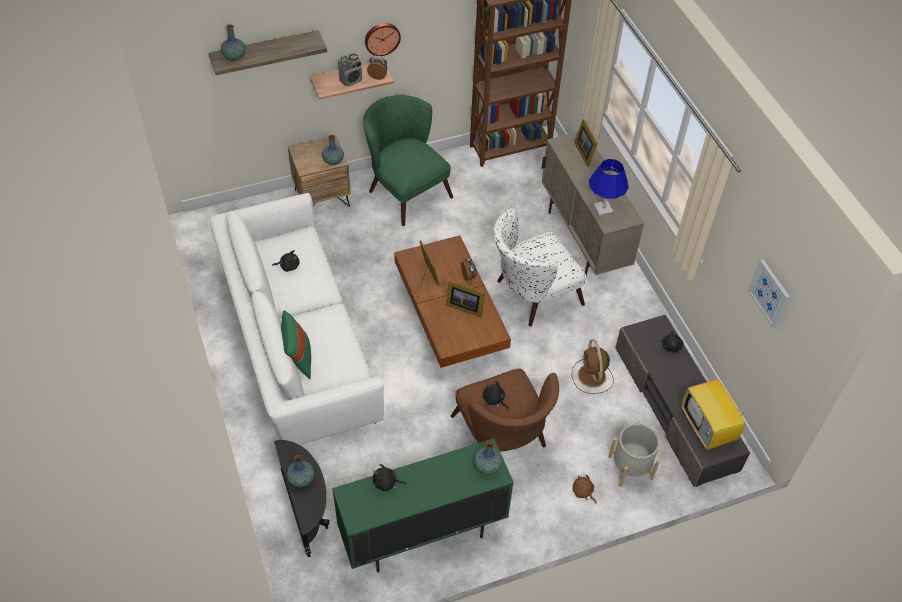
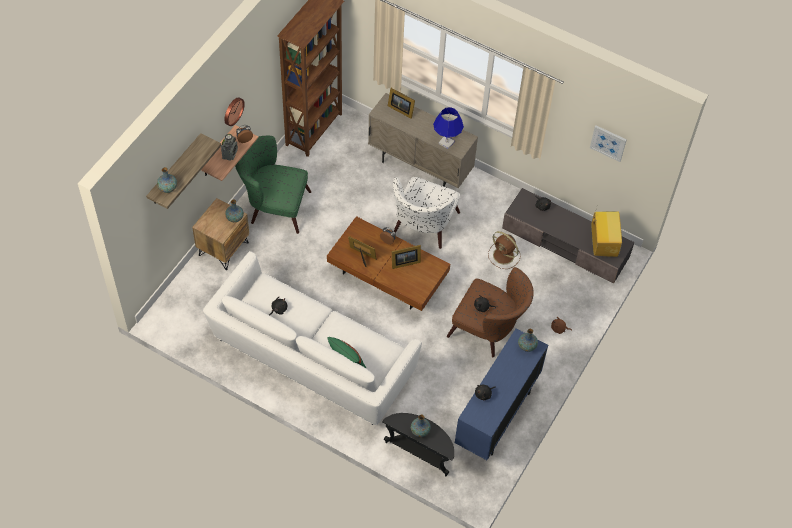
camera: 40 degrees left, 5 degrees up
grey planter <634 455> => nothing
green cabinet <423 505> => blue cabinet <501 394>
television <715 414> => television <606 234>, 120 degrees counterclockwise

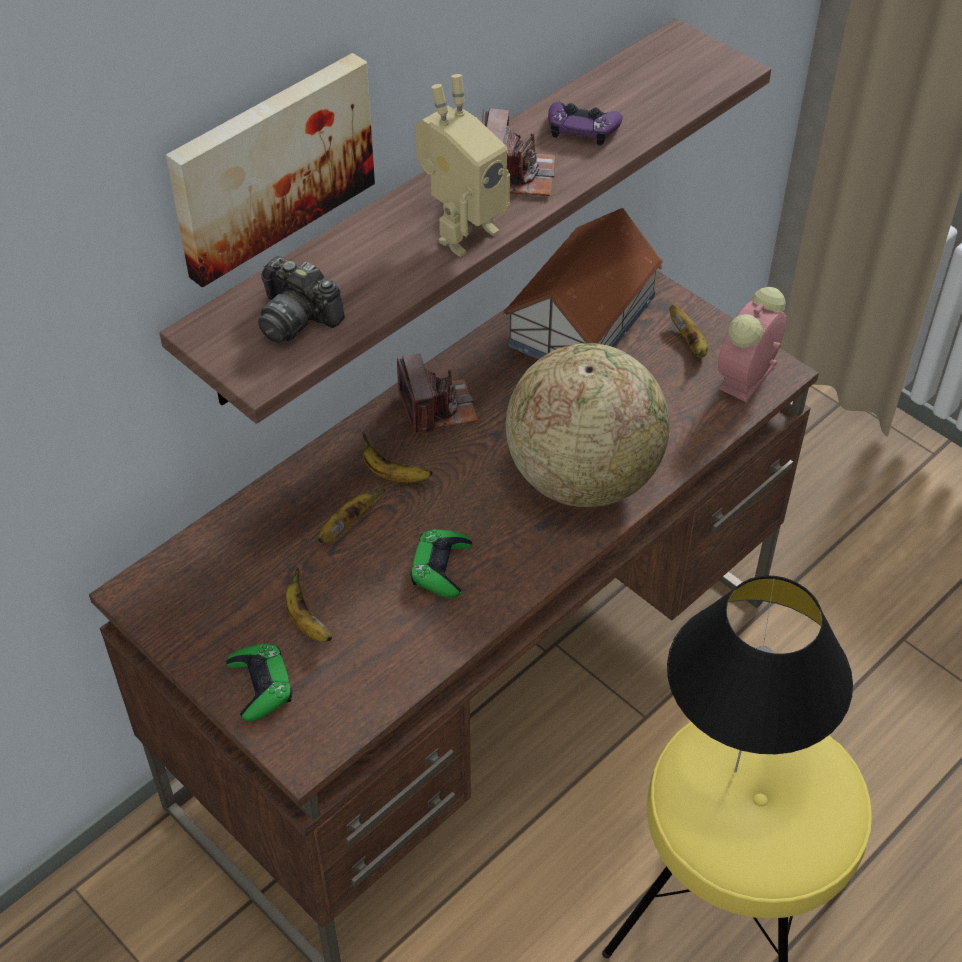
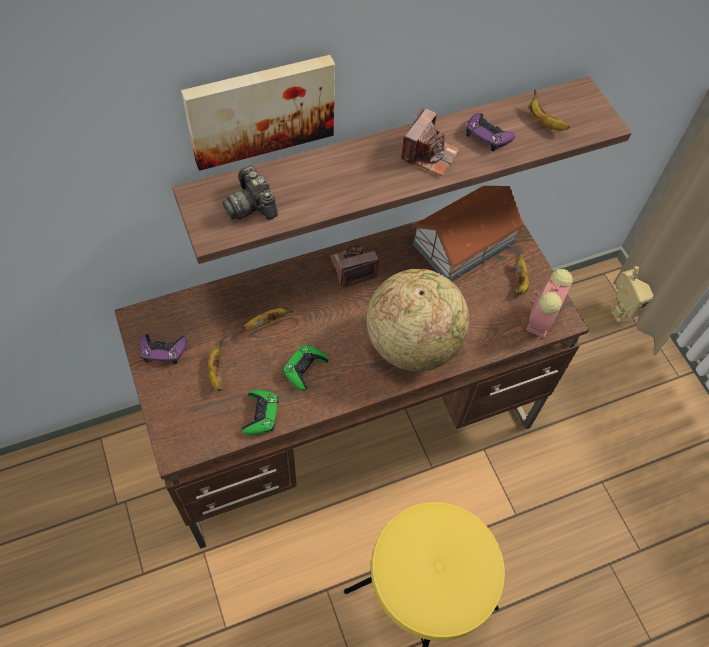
camera: 20 degrees right, 10 degrees up
black table lamp <760 674> => nothing
nothing => purple game controller <163 349>
green game controller <259 682> => green game controller <260 412>, relocated
banana <397 458> => banana <549 109>, relocated
toy robot <462 165> => toy robot <632 294>, relocated
photo camera <437 394> => photo camera <354 267>, 120 degrees counterclockwise
alarm clock <752 344> => alarm clock <549 303>, 150 degrees clockwise

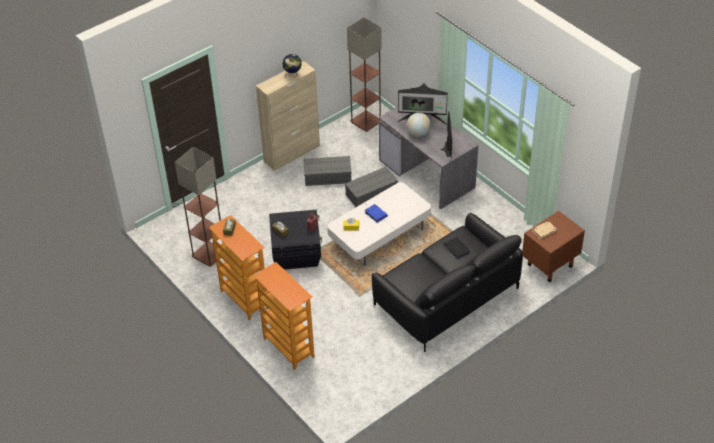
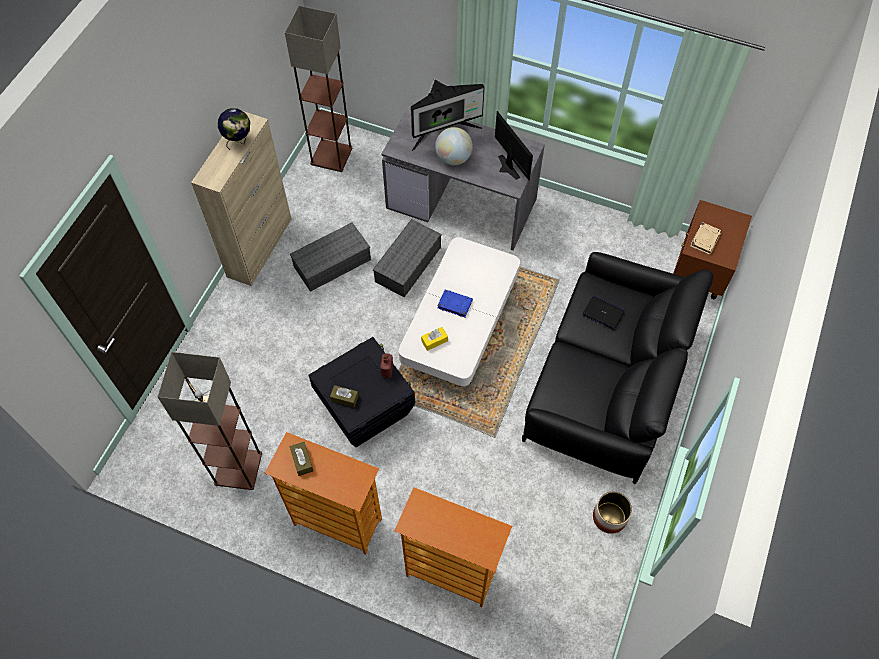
camera: 30 degrees left, 15 degrees up
nothing => planter <612 512>

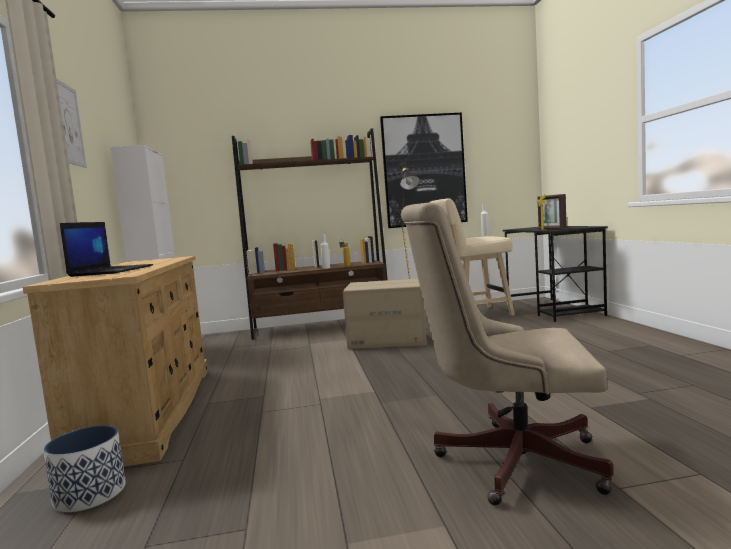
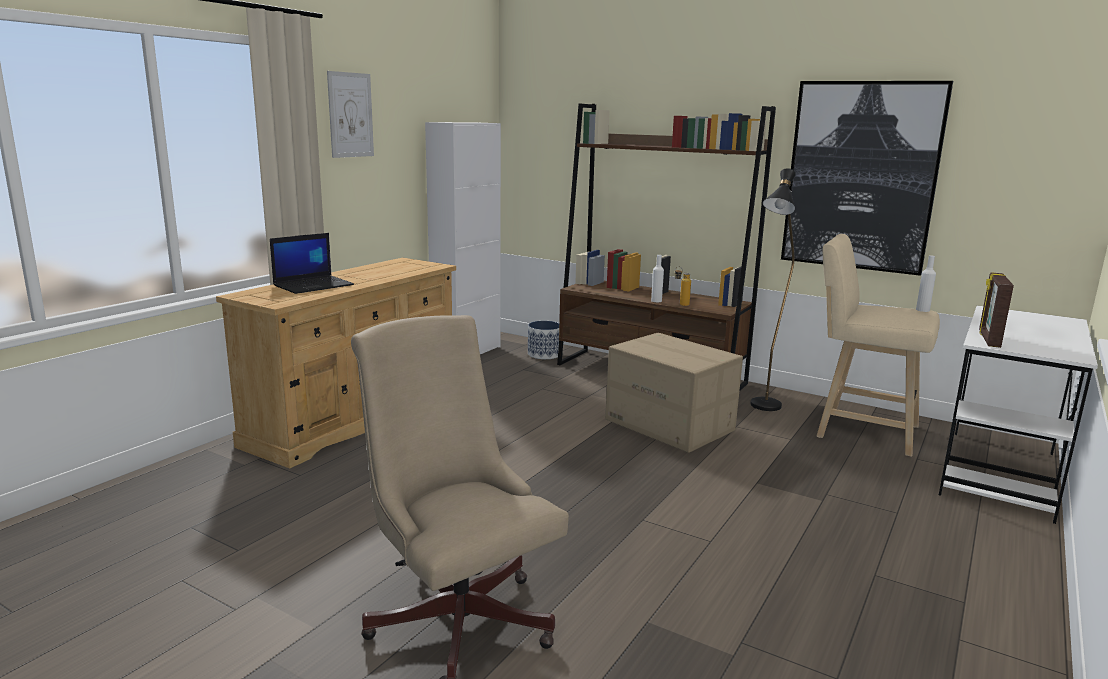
camera: 40 degrees right, 10 degrees up
planter <84 468> => planter <543 340>, relocated
black desk <555 274> => white desk <1018 415>

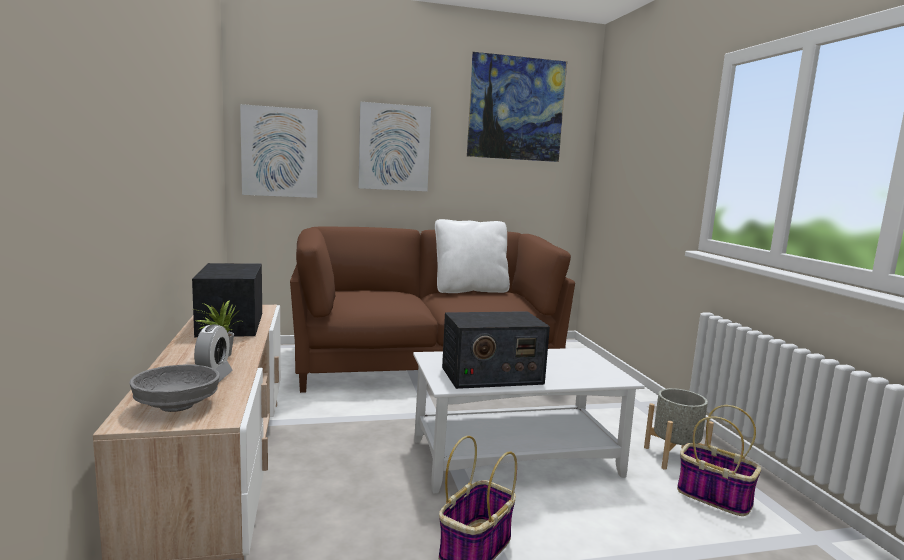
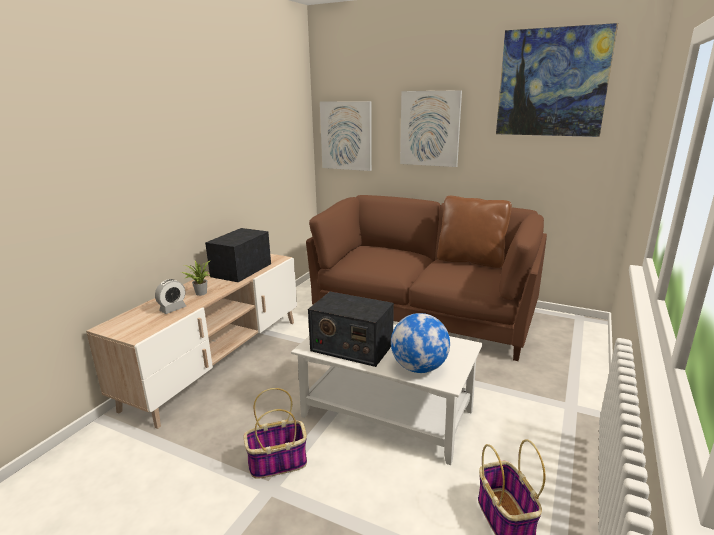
camera: 40 degrees right, 10 degrees up
grey bowl <174 388> => nothing
grey planter <679 429> => nothing
nothing => globe <420 343>
white pillow <472 256> => brown pillow <474 232>

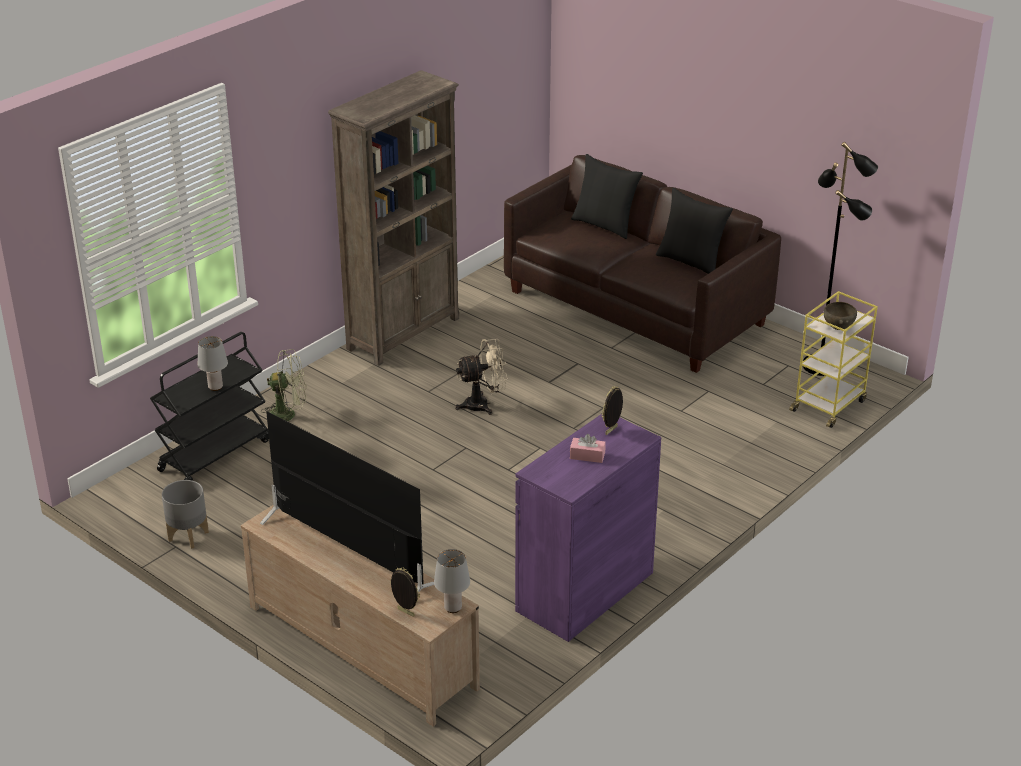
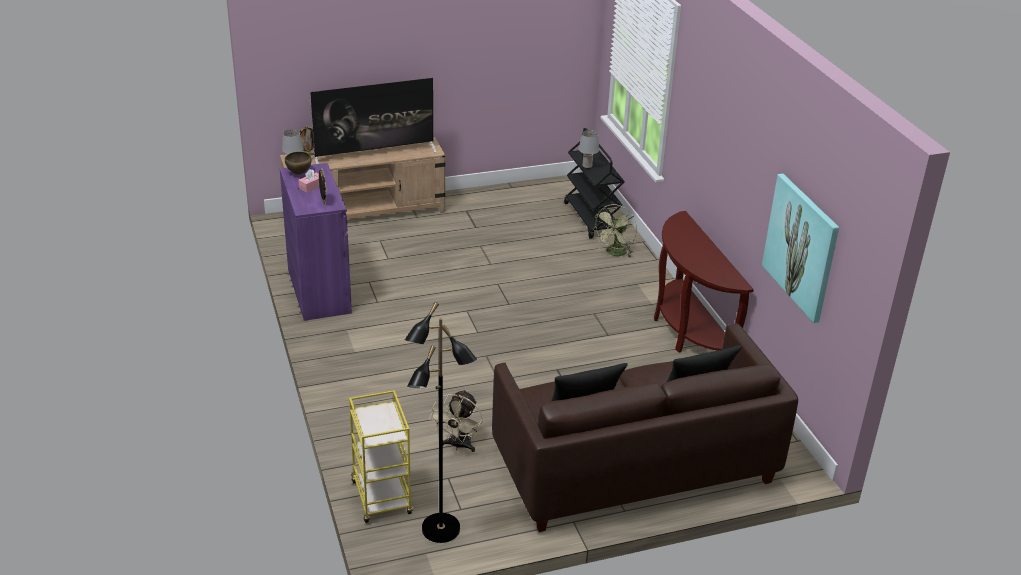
camera: 120 degrees right, 0 degrees up
grey planter <185 514> => nothing
nothing => picture <800 248>
beige fan <481 377> => beige fan <455 420>, relocated
brown bowl <840 316> => brown bowl <298 163>, relocated
brown bookcase <393 218> => brown console table <704 282>

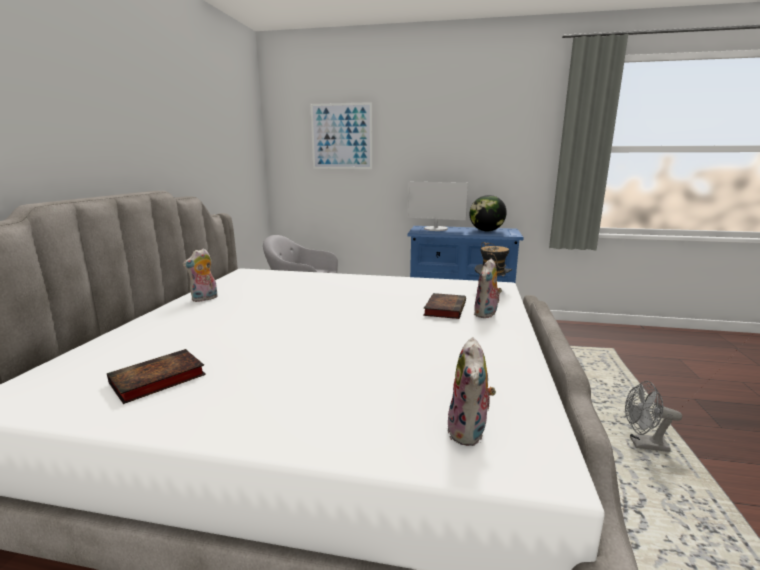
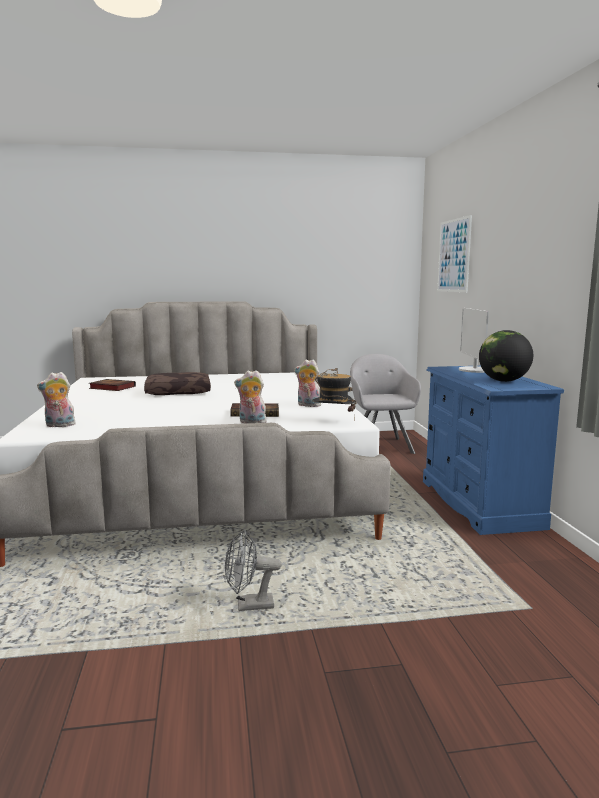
camera: 70 degrees right, 5 degrees down
nothing => brown pillow <177 383>
plush toy <200 275> => plush toy <307 383>, relocated
grey fan <653 416> => grey fan <253 570>, 90 degrees counterclockwise

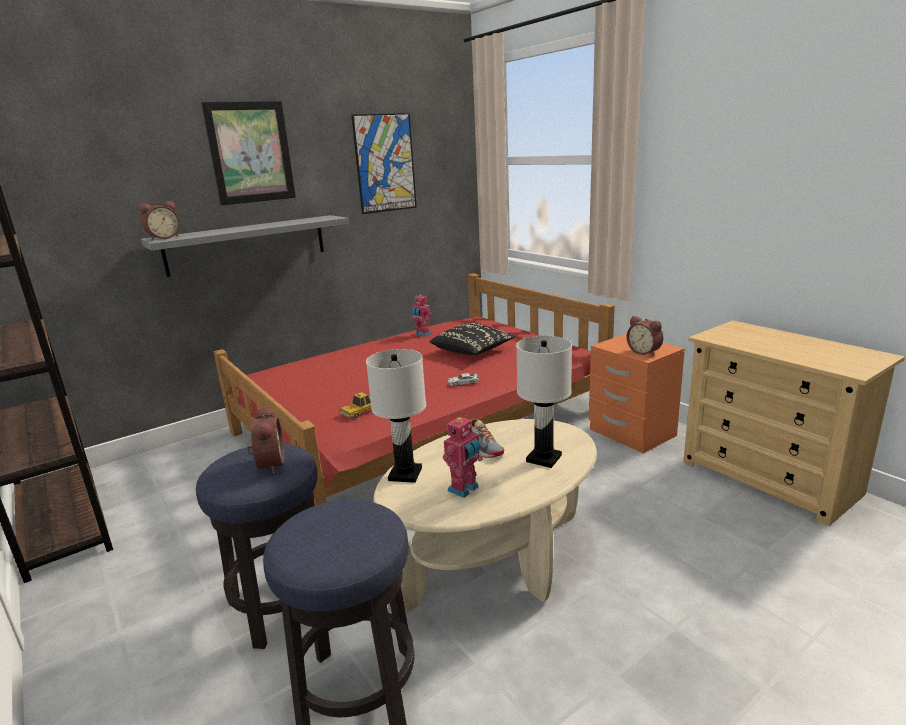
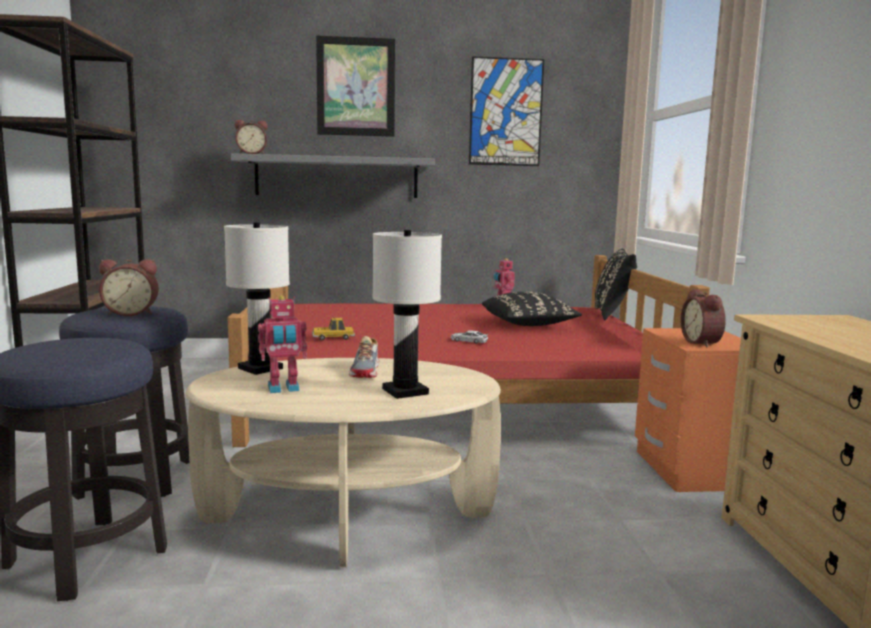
camera: 30 degrees right, 10 degrees down
nothing => black pillow <616 284>
alarm clock <265 440> => alarm clock <128 287>, 60 degrees clockwise

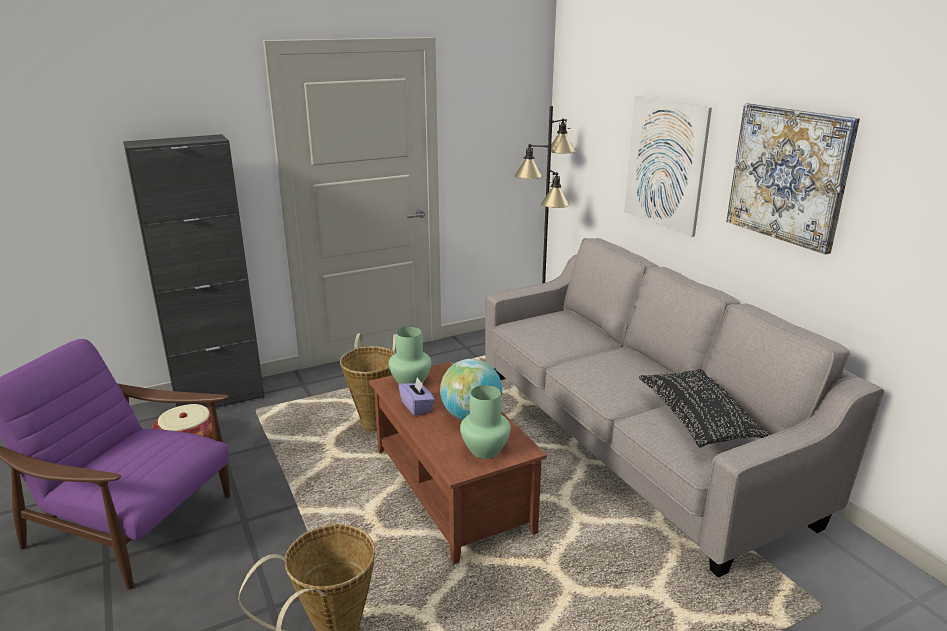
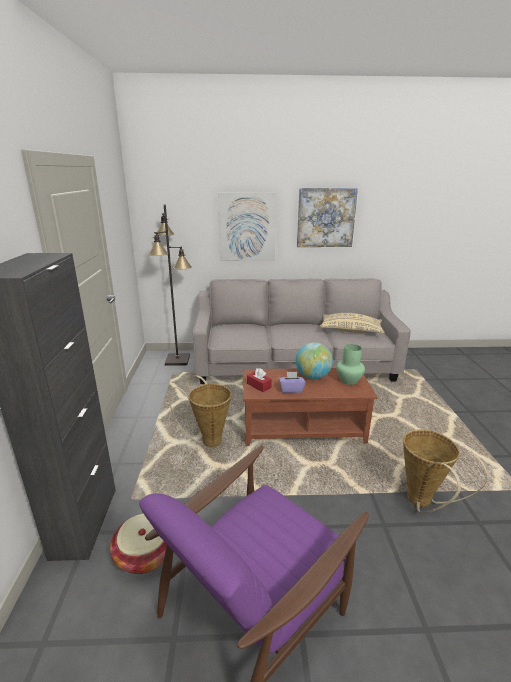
camera: 65 degrees left, 0 degrees up
green vase <410 355> => red tissue box <259 380>
black pillow <705 408> => beige pillow <352 323>

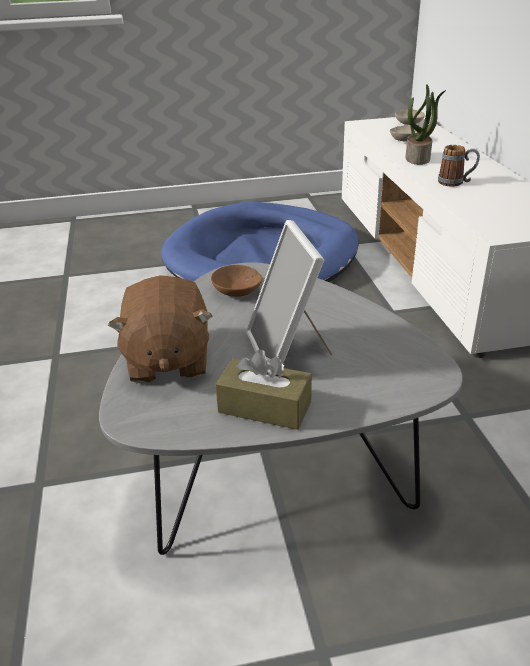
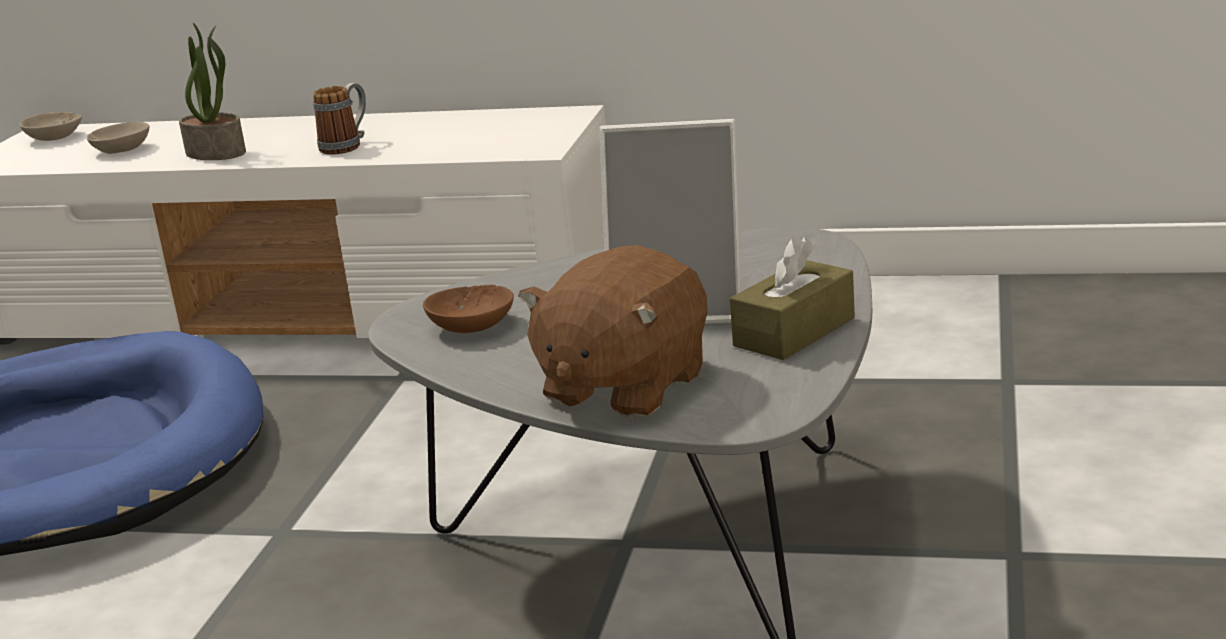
camera: 65 degrees left, 10 degrees down
brown plush toy <160 329> => brown plush toy <613 332>, 105 degrees clockwise

